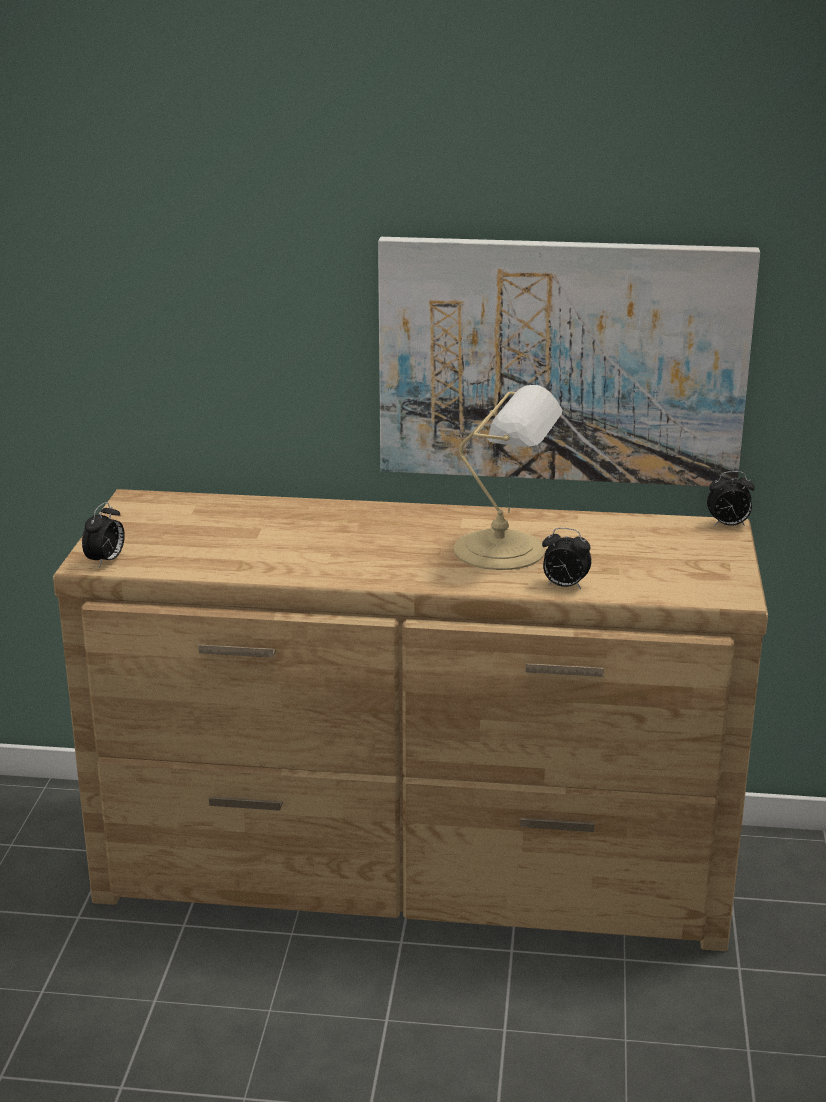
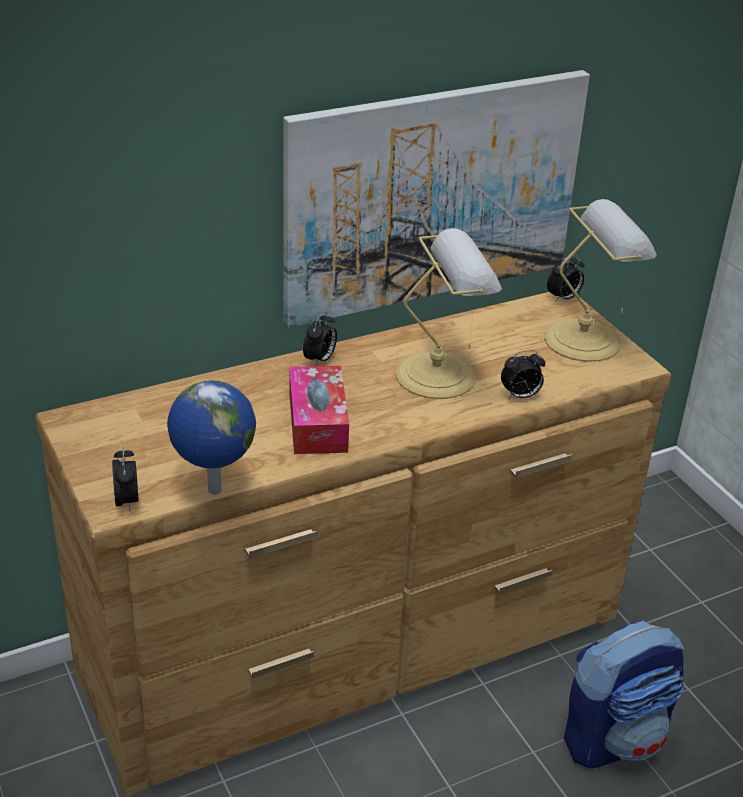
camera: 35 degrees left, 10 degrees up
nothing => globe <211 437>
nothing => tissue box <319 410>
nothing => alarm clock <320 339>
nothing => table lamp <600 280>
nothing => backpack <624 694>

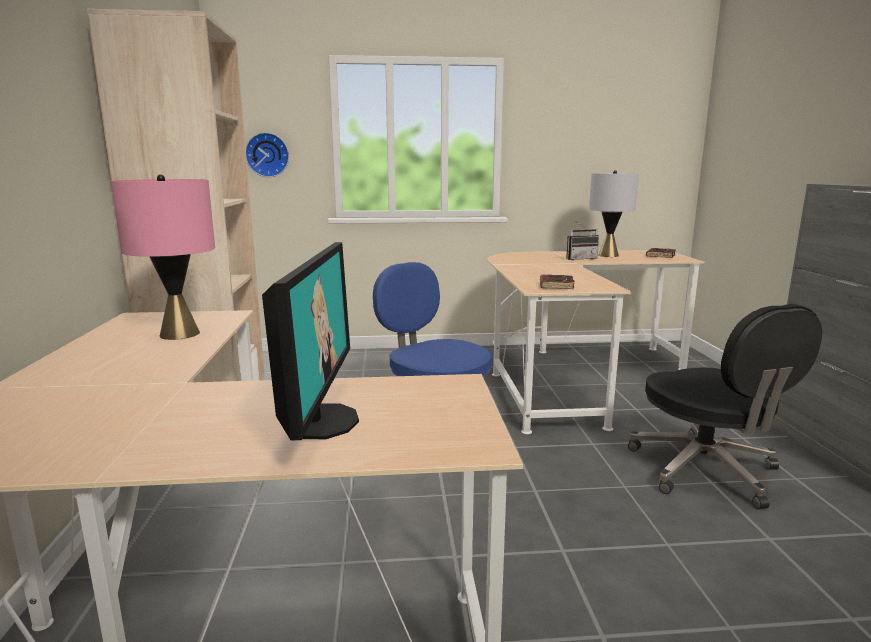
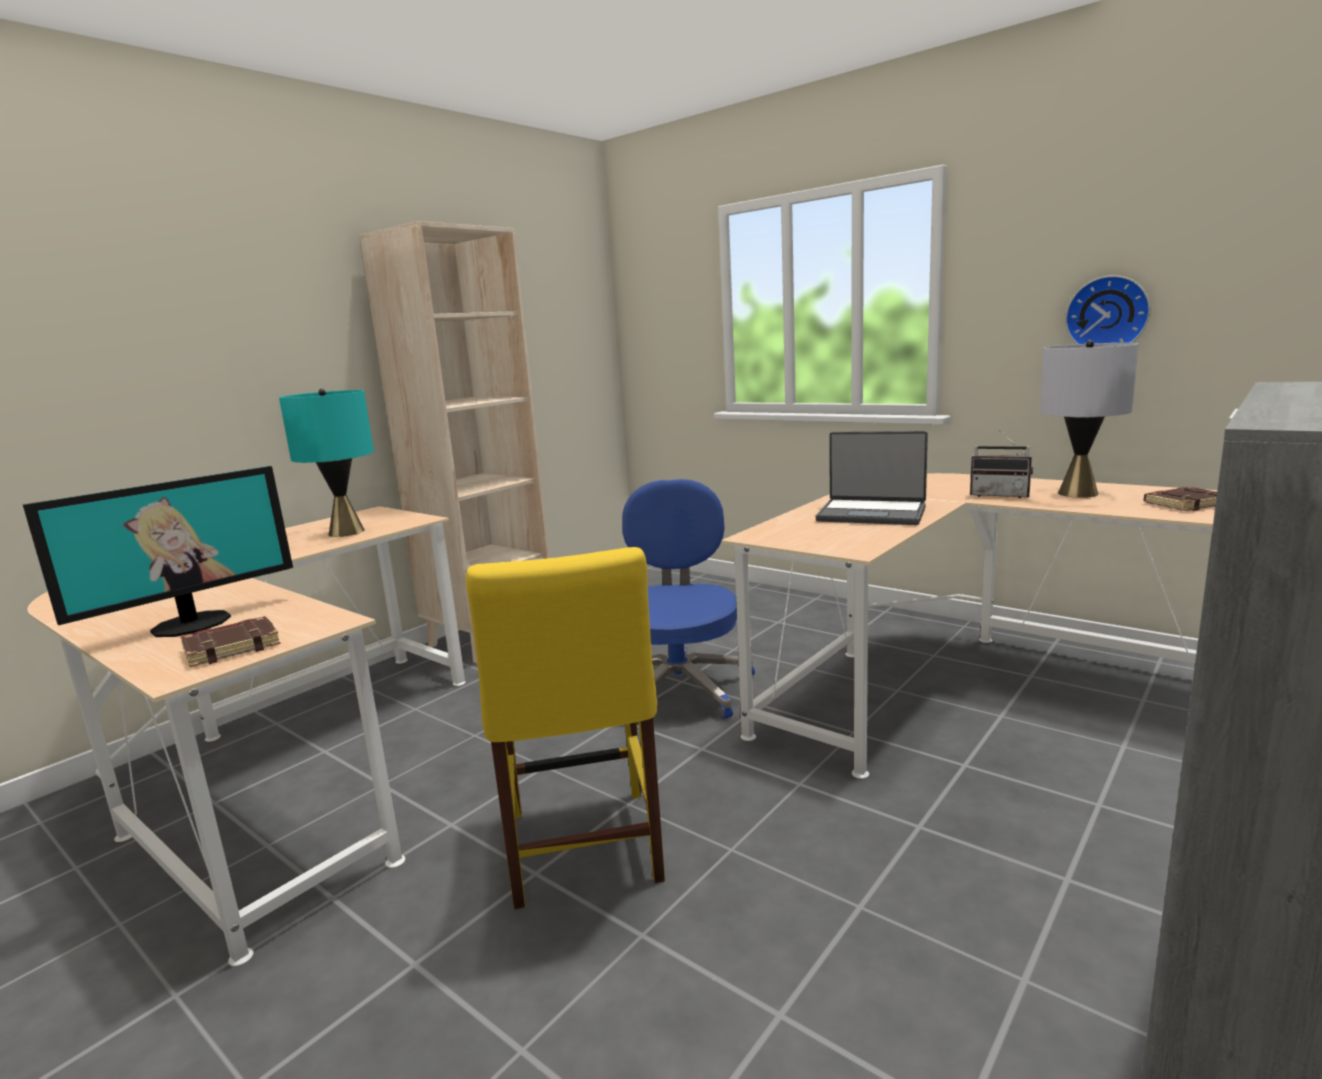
camera: 45 degrees right, 0 degrees up
black office chair <725 406> => nothing
nothing => yellow chair <565 728>
nothing => laptop <872 478>
wall clock <267 154> => wall clock <1108 309>, relocated
brown book <557 282> => brown book <231 641>, relocated
pink table lamp <163 257> => turquoise table lamp <326 463>

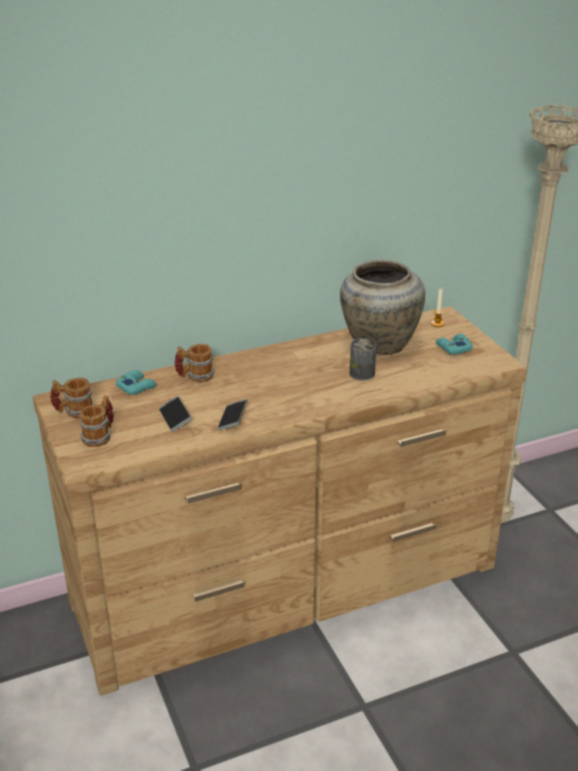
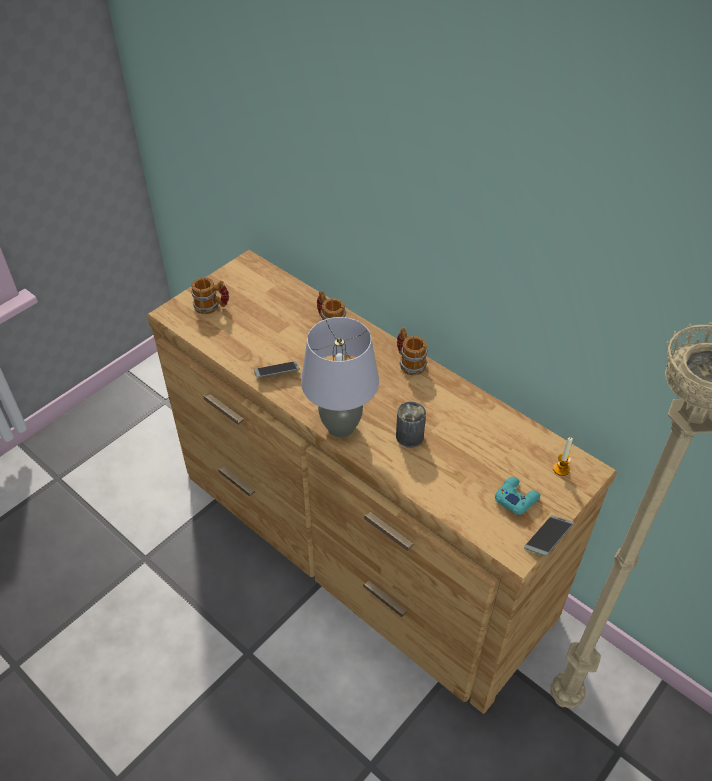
camera: 65 degrees right, 15 degrees up
turquoise game controller <136 382> => nothing
beige vase <382 307> => nothing
nothing => grey table lamp <340 377>
mug <72 398> => mug <412 351>, relocated
phone <175 414> => phone <549 535>, relocated

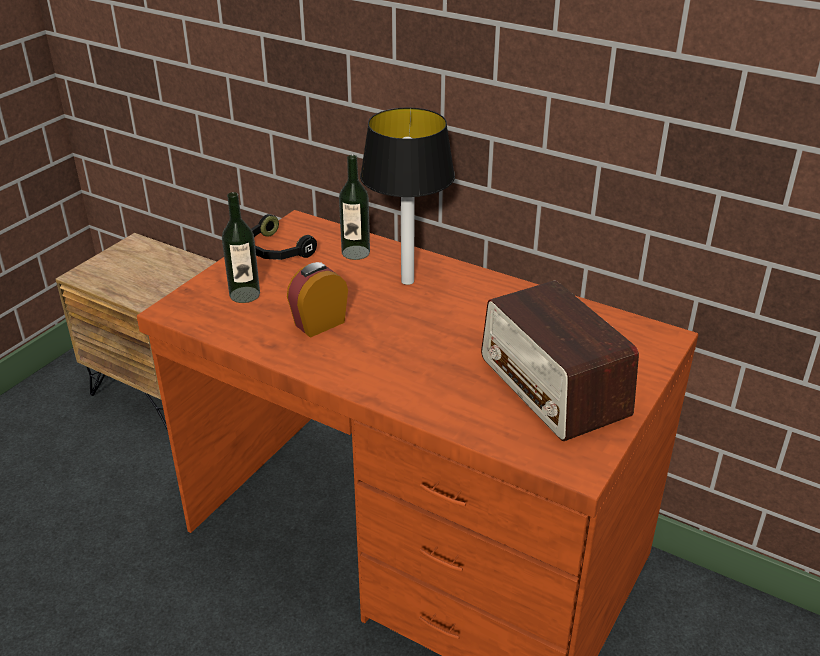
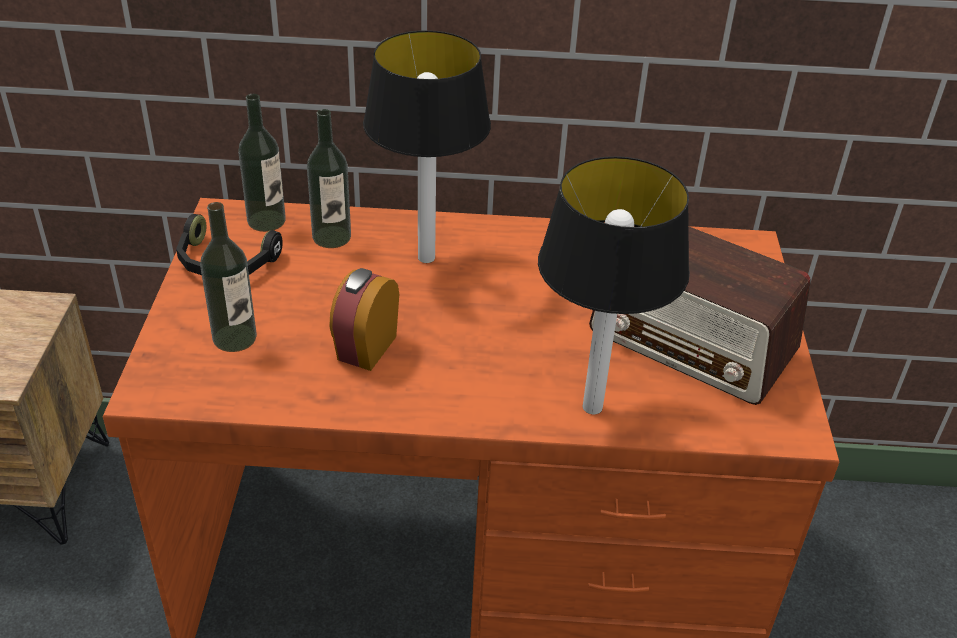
camera: 30 degrees left, 5 degrees up
nothing => bottle <262 163>
nothing => table lamp <614 285>

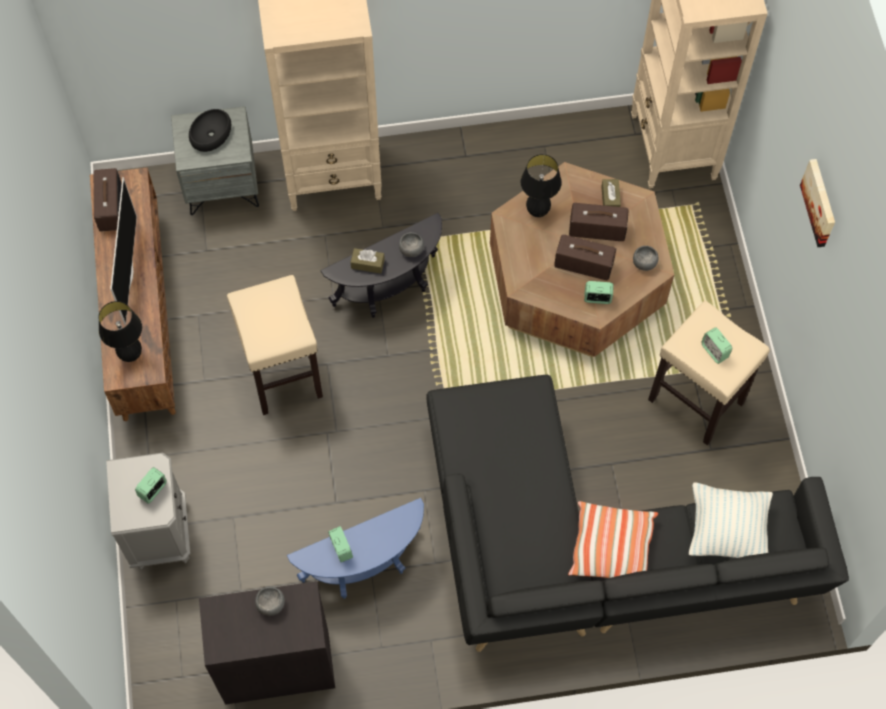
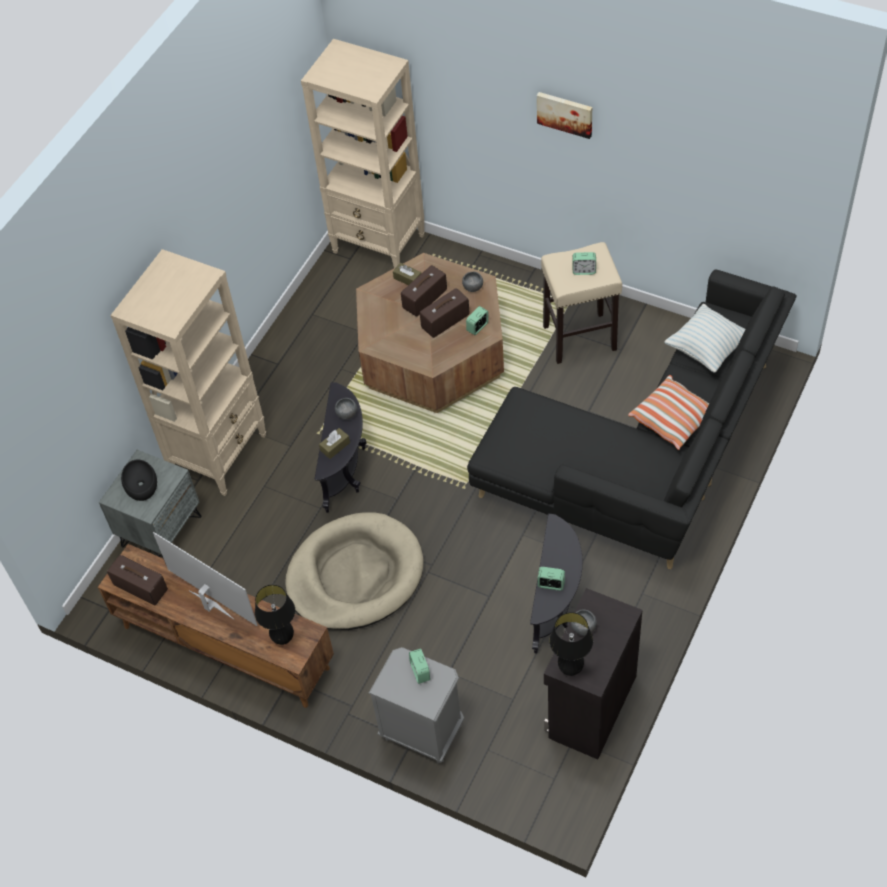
camera: 50 degrees left, 10 degrees down
black table lamp <541 185> => black table lamp <571 644>, relocated
beige stool <275 345> => beige dog bed <354 571>
blue side table <355 548> => black side table <556 583>

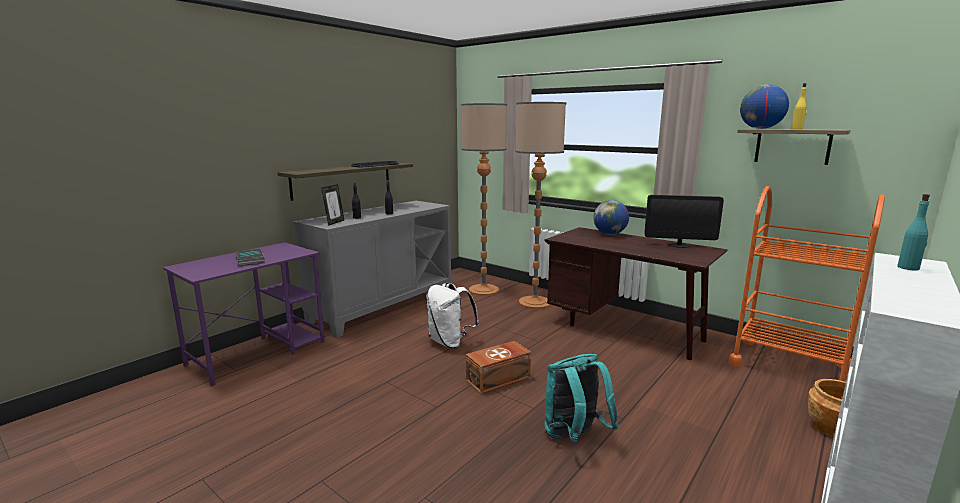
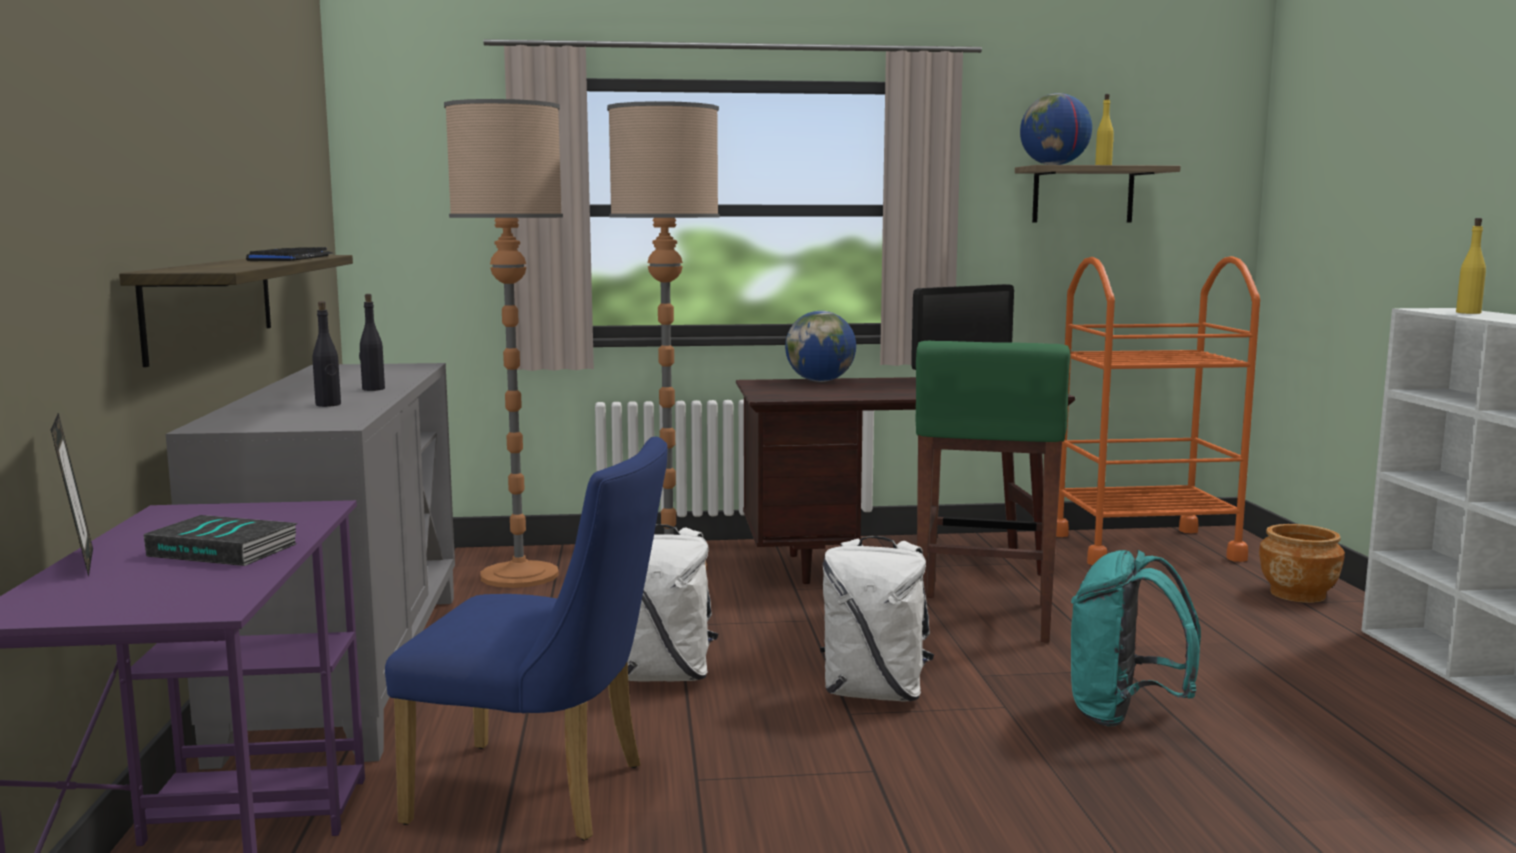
camera: 45 degrees left, 5 degrees down
nothing => blue chair <526 639>
nothing => green stool <992 492>
picture frame <332 205> => picture frame <72 495>, relocated
brown storage box <498 367> => white backpack <877 618>
turquoise bottle <913 232> => yellow bottle <1471 266>

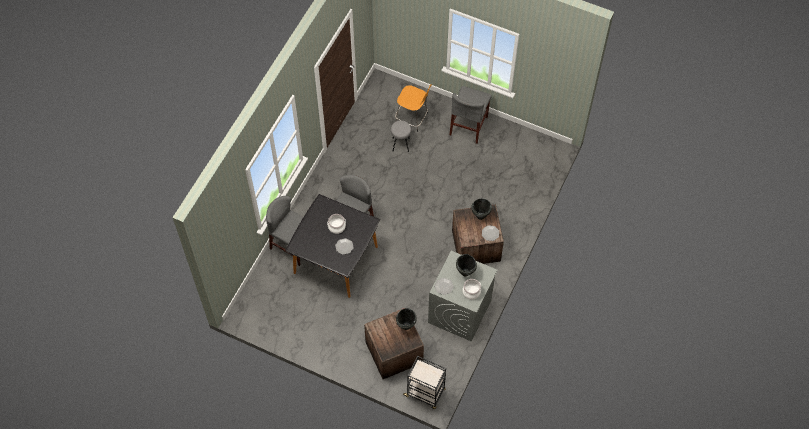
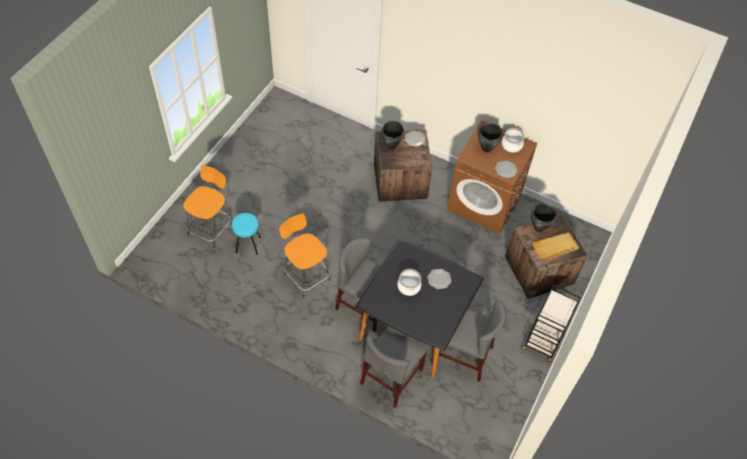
camera: 90 degrees left, 5 degrees down
nothing => orange stool <305 255>
nothing => beige tray <555 246>
black cart <424 382> => black cart <551 325>, relocated
grey chair <470 115> => grey chair <472 341>, relocated
grey stool <401 136> => turquoise stool <246 233>
grey washing machine <462 296> => brown washing machine <492 177>

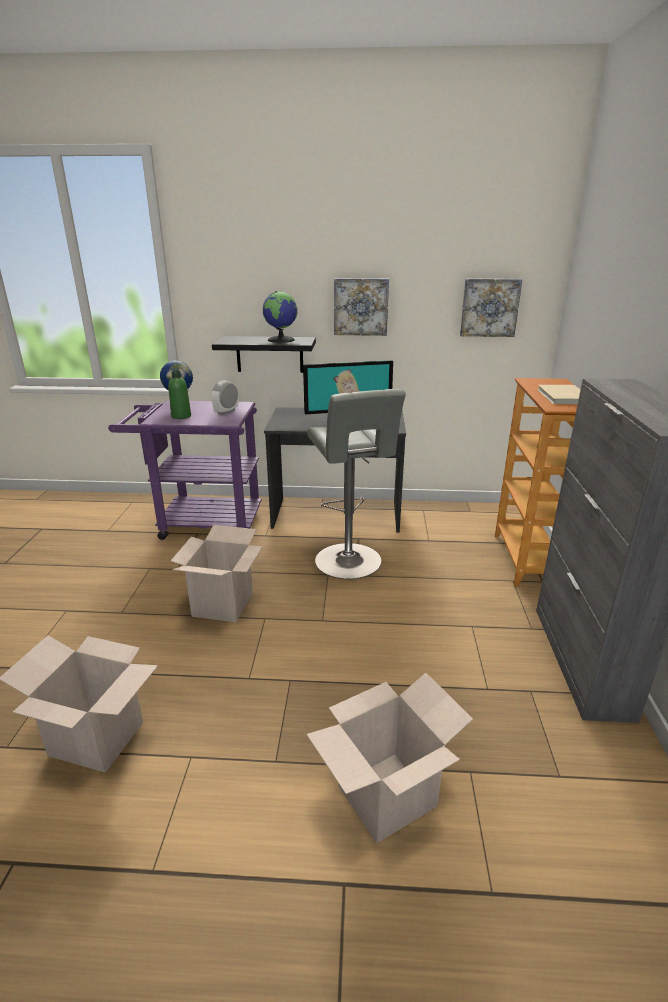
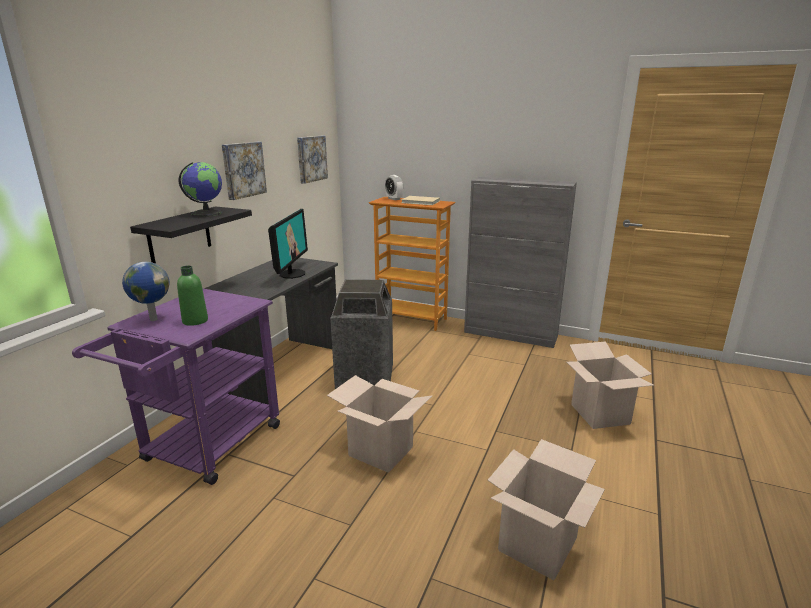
camera: 70 degrees left, 5 degrees down
alarm clock <225 397> => alarm clock <394 187>, relocated
grey stool <356 484> => trash can <361 334>

